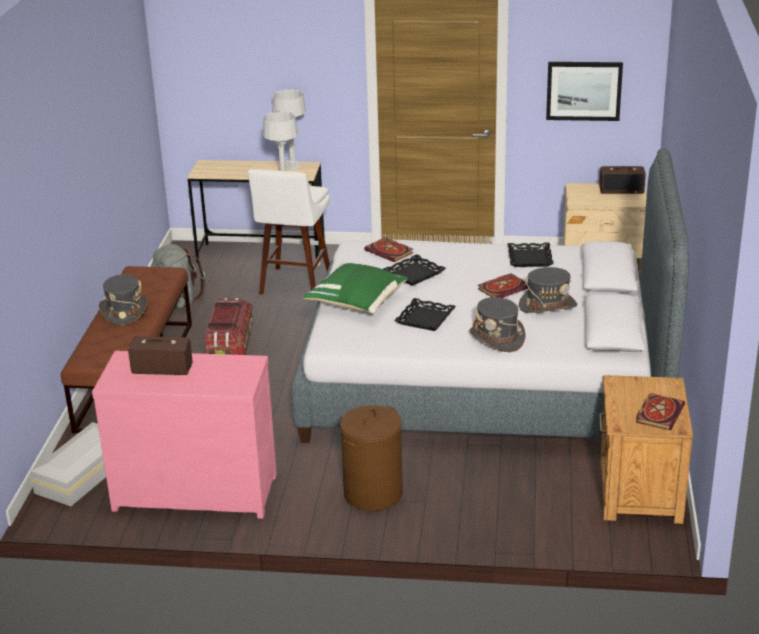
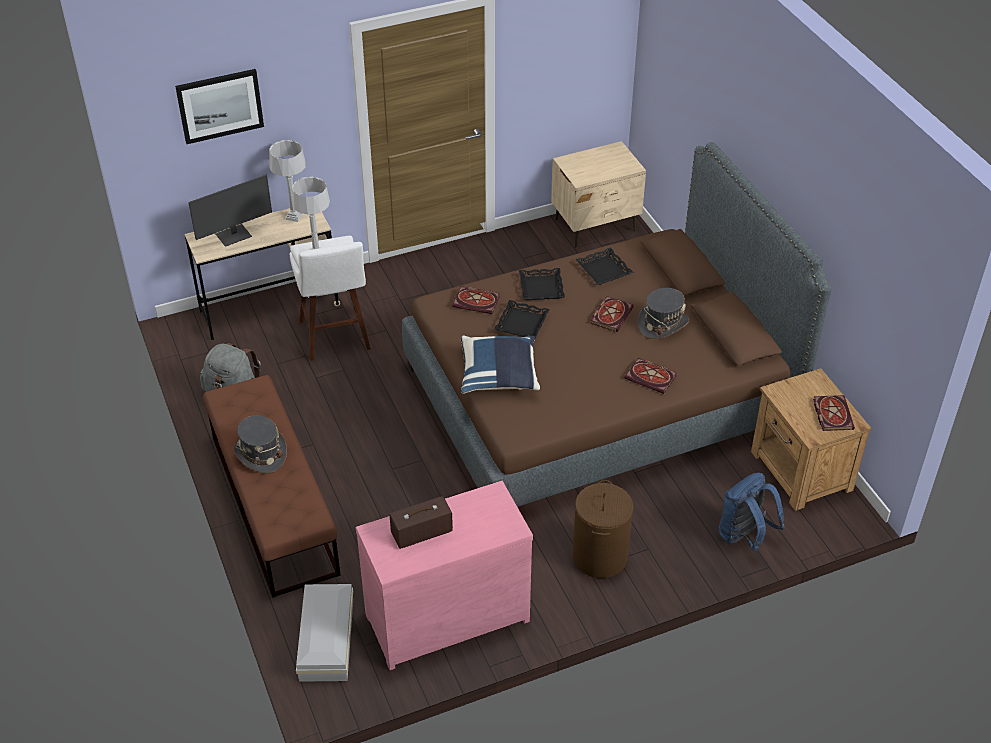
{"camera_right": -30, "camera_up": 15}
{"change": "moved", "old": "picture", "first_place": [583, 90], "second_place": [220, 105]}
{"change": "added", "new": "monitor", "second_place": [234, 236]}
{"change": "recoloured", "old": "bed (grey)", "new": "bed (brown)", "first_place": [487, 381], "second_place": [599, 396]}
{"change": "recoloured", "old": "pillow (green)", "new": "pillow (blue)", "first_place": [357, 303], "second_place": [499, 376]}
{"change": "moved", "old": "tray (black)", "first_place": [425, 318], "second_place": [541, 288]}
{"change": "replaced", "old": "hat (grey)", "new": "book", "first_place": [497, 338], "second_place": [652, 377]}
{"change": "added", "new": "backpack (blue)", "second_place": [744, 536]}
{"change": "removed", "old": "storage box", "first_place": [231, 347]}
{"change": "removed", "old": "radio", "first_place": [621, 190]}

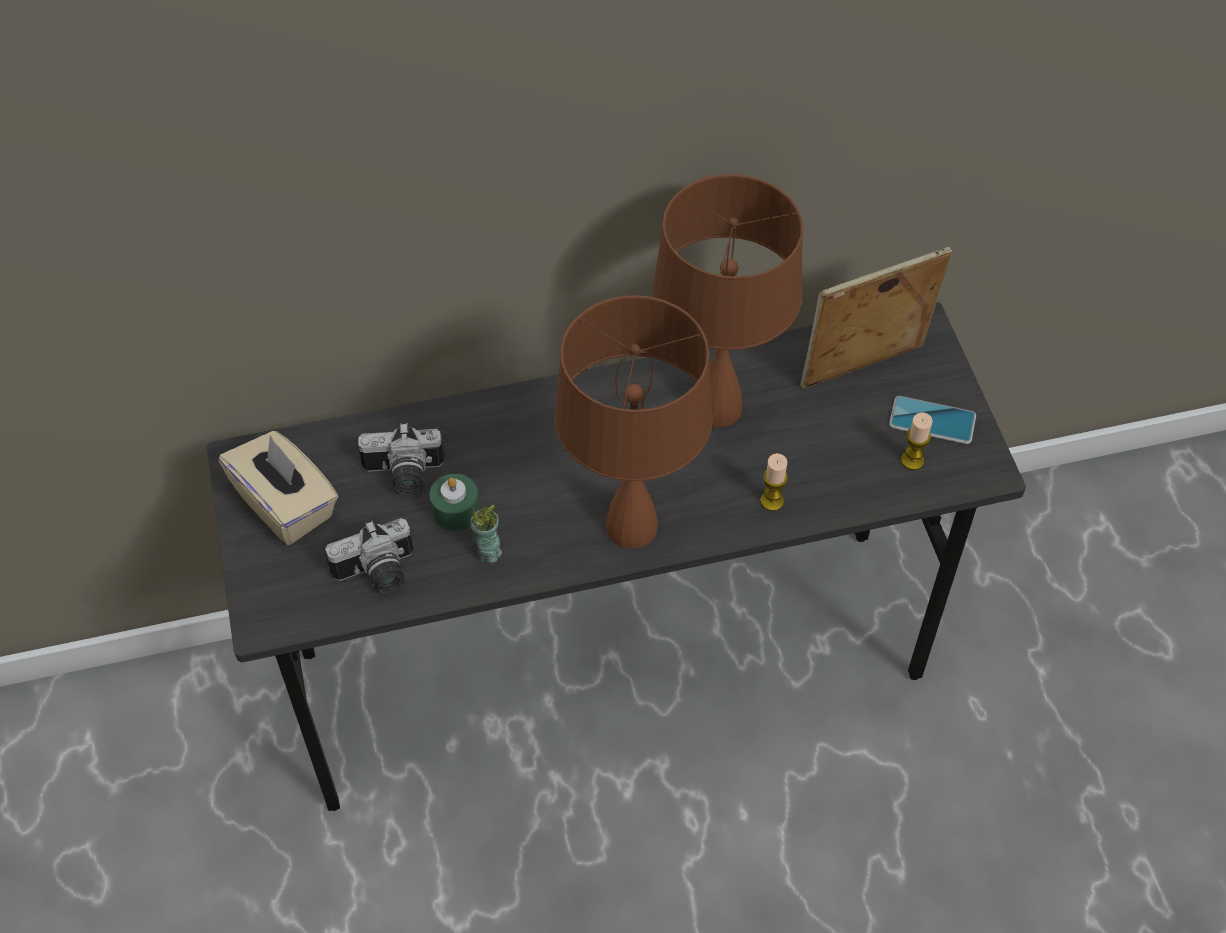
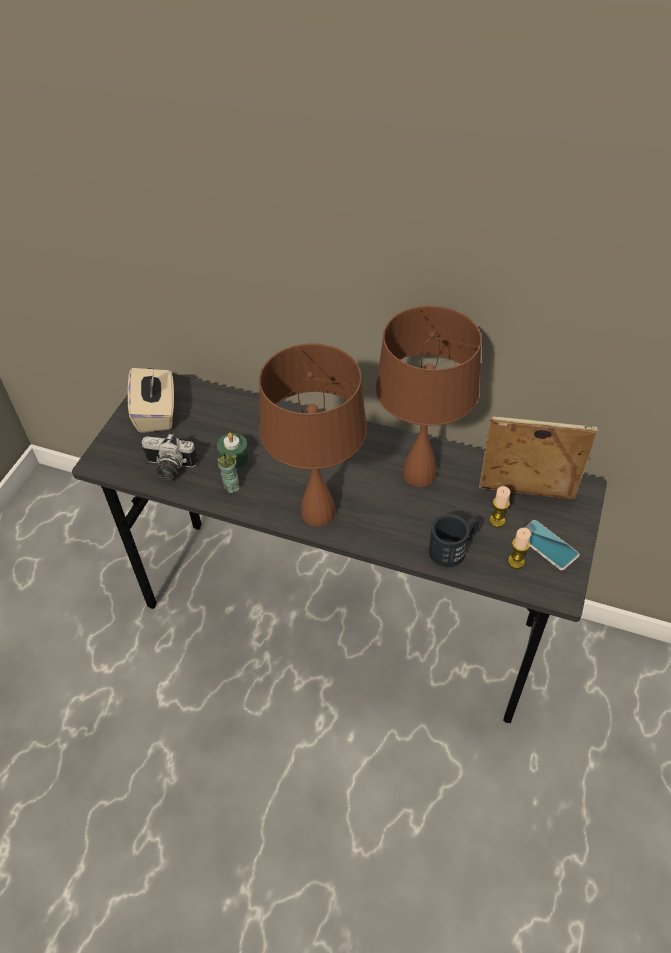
{"camera_right": 35, "camera_up": -5}
{"change": "added", "new": "mug (black)", "second_place": [454, 548]}
{"change": "moved", "old": "candle", "first_place": [772, 501], "second_place": [497, 520]}
{"change": "removed", "old": "photo camera", "first_place": [403, 475]}

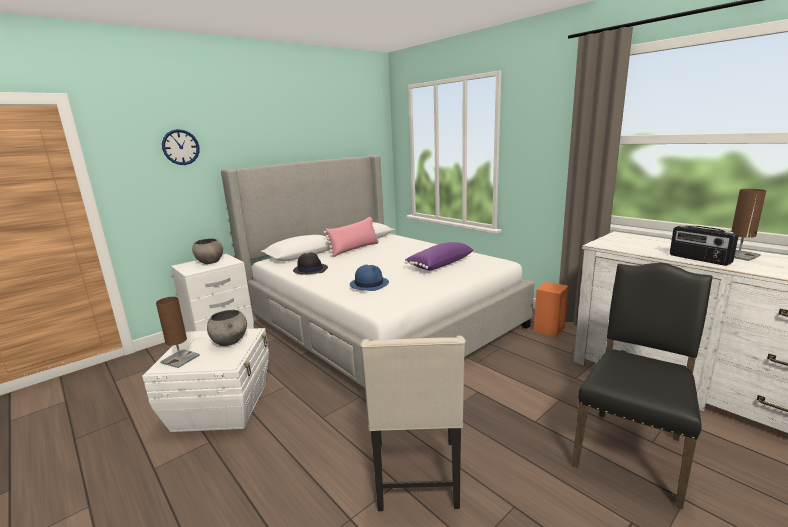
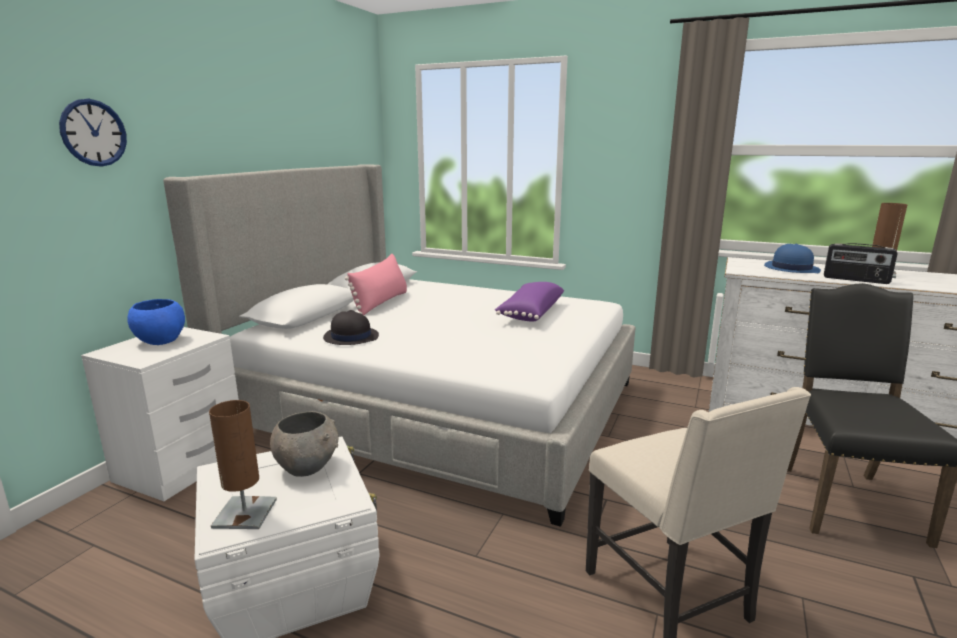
{"camera_right": -25, "camera_up": 0}
{"change": "recoloured", "old": "bowl (grey)", "new": "bowl (blue)", "first_place": [210, 262], "second_place": [160, 341]}
{"change": "moved", "old": "hat (blue)", "first_place": [369, 284], "second_place": [791, 268]}
{"change": "removed", "old": "speaker (orange)", "first_place": [549, 328]}

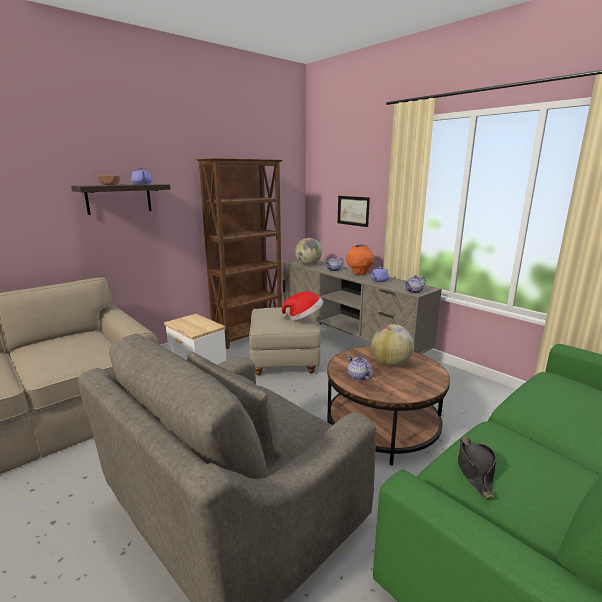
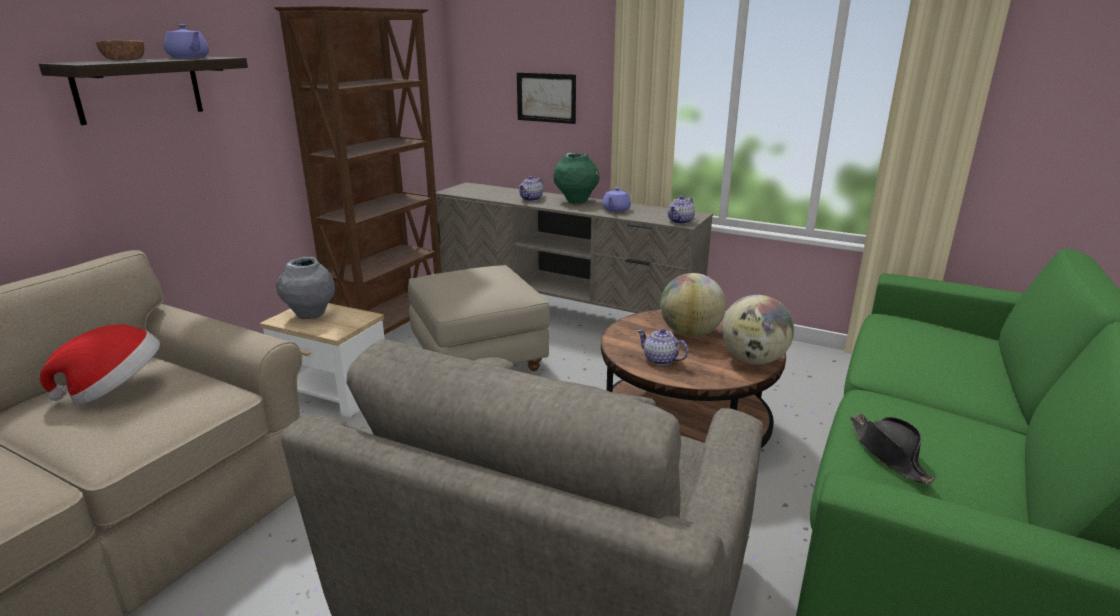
{"camera_right": -20, "camera_up": 5}
{"change": "moved", "old": "hat", "first_place": [304, 317], "second_place": [116, 390]}
{"change": "added", "new": "vase (grey)", "second_place": [311, 315]}
{"change": "recoloured", "old": "vase (orange)", "new": "vase (green)", "first_place": [359, 273], "second_place": [576, 201]}
{"change": "moved", "old": "globe", "first_place": [308, 264], "second_place": [753, 360]}

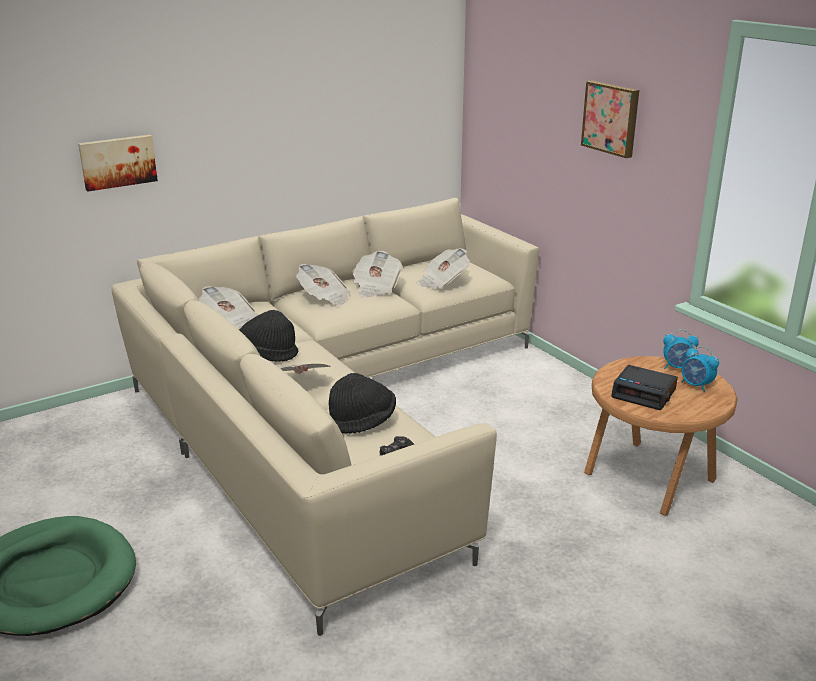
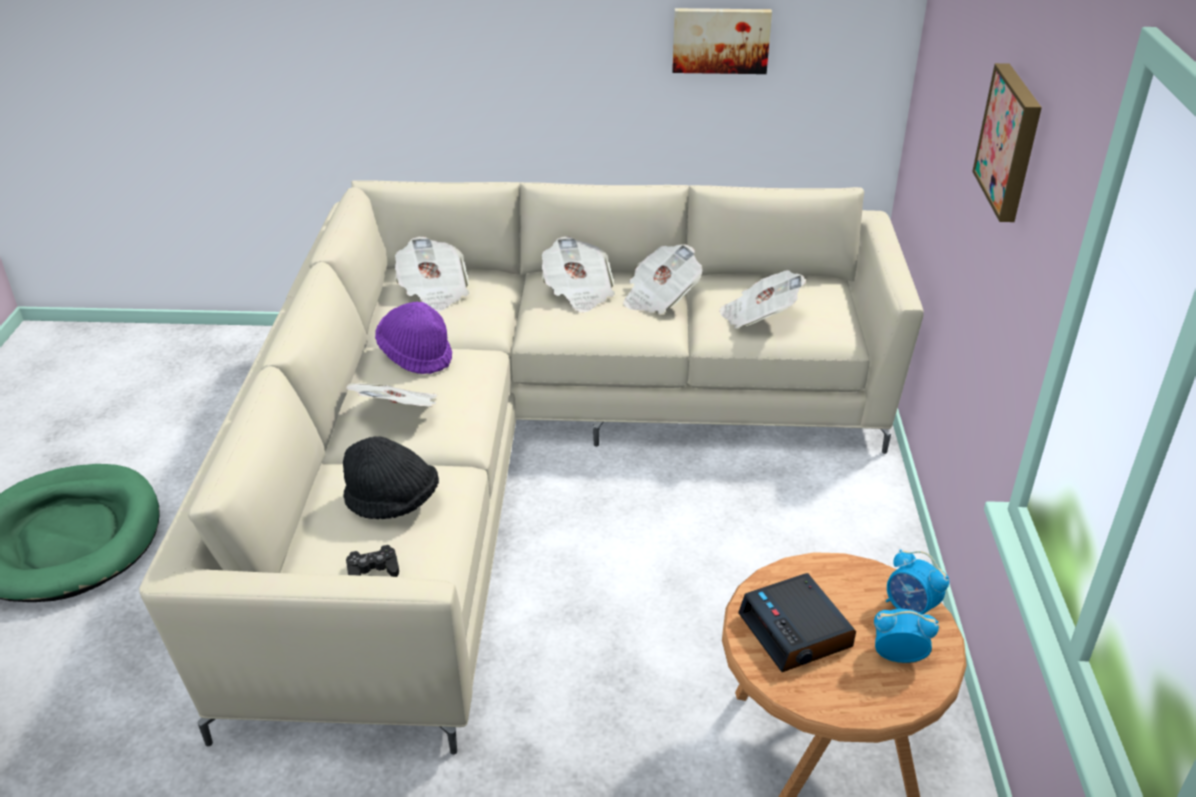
{"camera_right": 35, "camera_up": 10}
{"change": "recoloured", "old": "hat (black)", "new": "hat (purple)", "first_place": [267, 354], "second_place": [416, 355]}
{"change": "moved", "old": "picture", "first_place": [118, 162], "second_place": [720, 40]}
{"change": "turned", "old": "alarm clock", "first_place": [696, 385], "second_place": [897, 656], "degrees": 105}

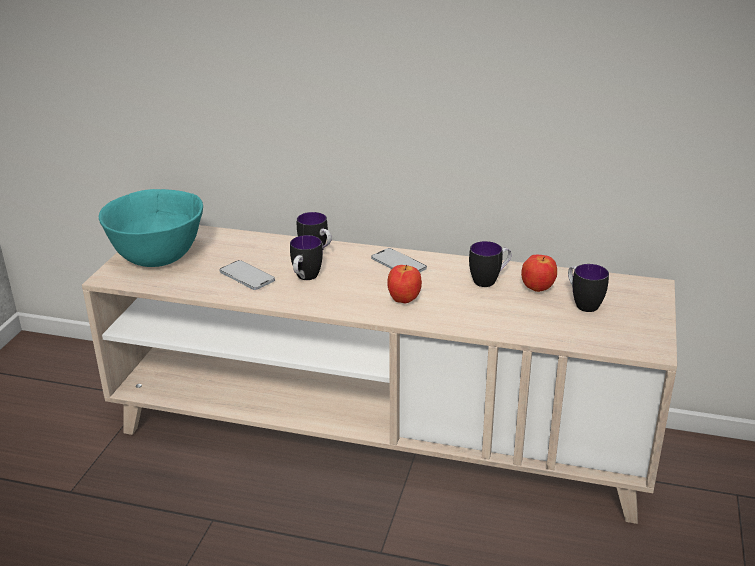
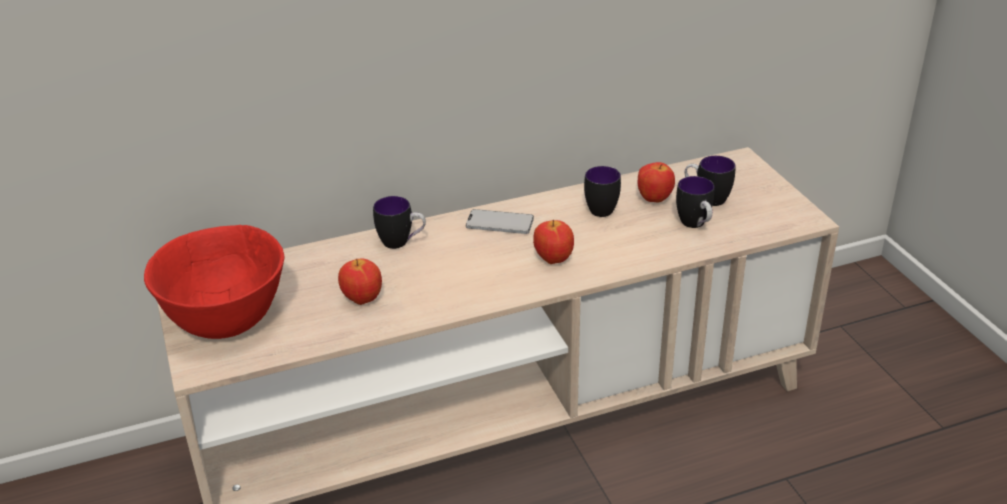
{"camera_right": -35, "camera_up": 5}
{"change": "recoloured", "old": "bowl (turquoise)", "new": "bowl (red)", "first_place": [158, 257], "second_place": [227, 319]}
{"change": "replaced", "old": "phone", "new": "apple", "first_place": [247, 276], "second_place": [362, 300]}
{"change": "moved", "old": "mug", "first_place": [305, 278], "second_place": [695, 225]}

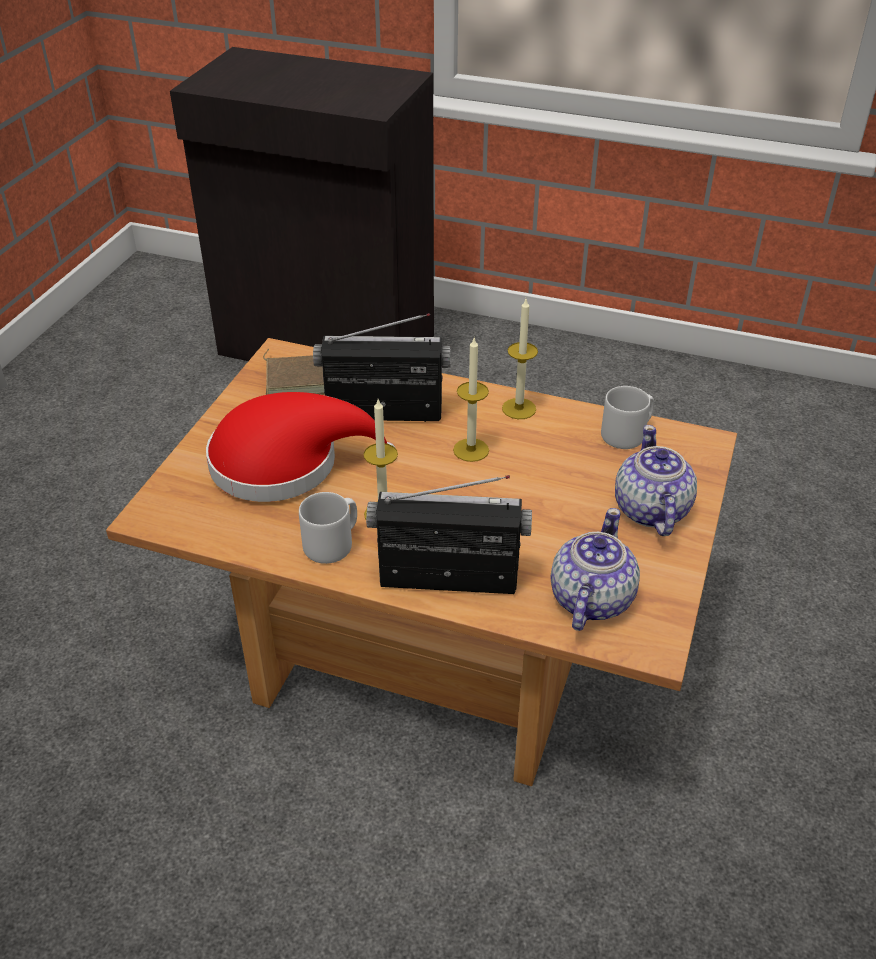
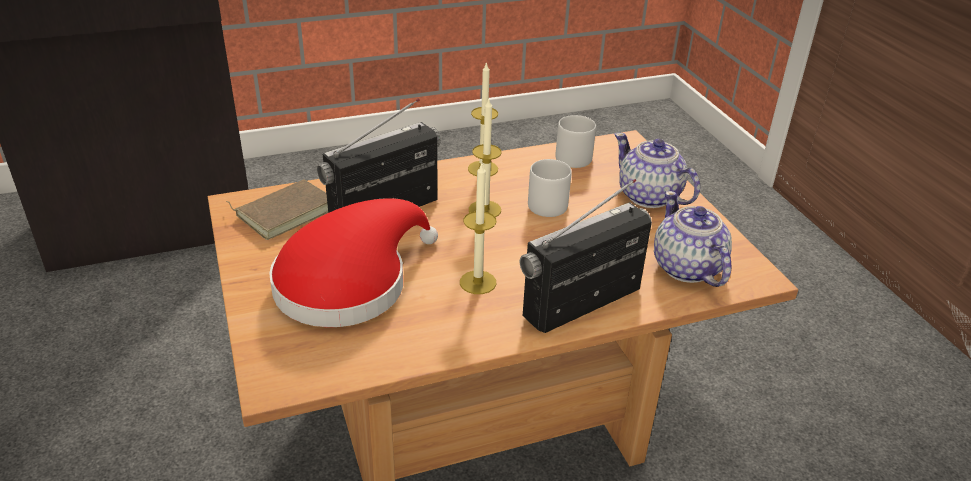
{"camera_right": -40, "camera_up": -5}
{"change": "moved", "old": "mug (grey)", "first_place": [333, 544], "second_place": [548, 203]}

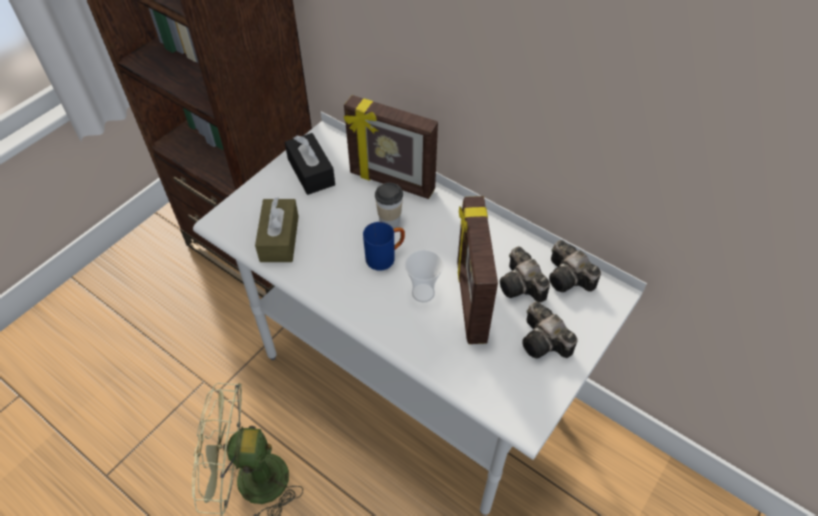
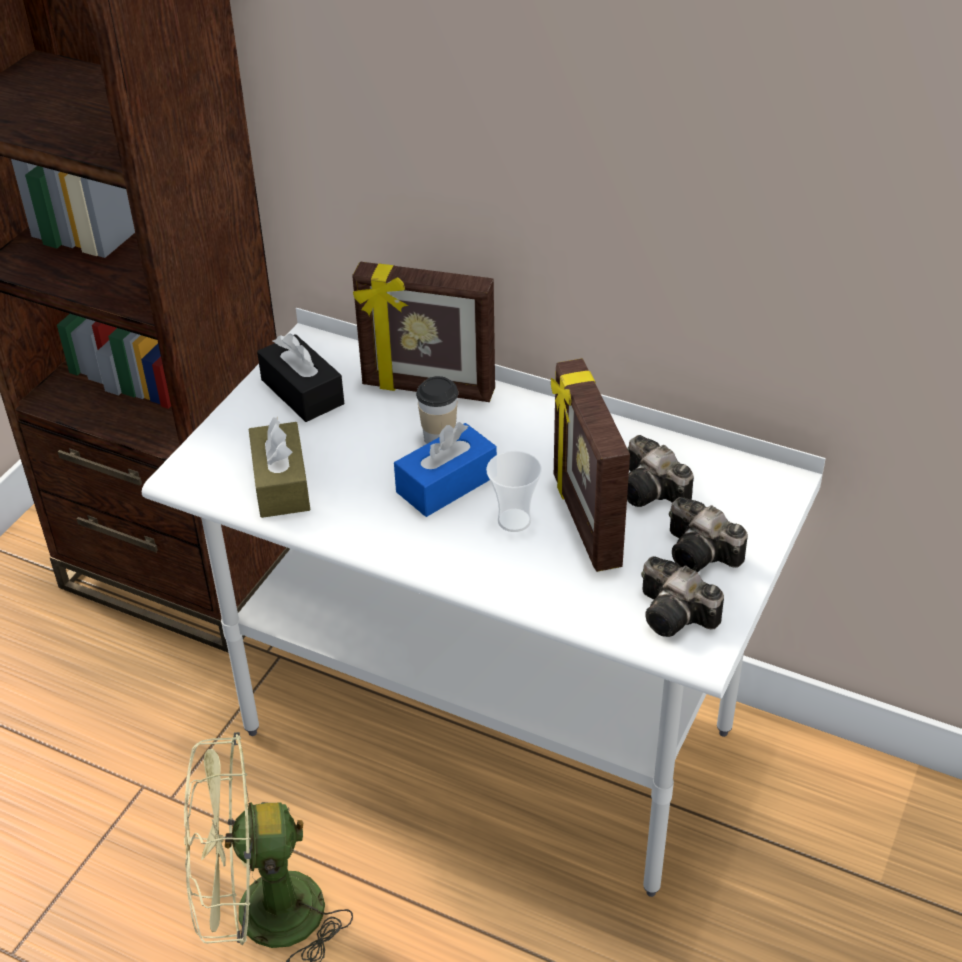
{"camera_right": -10, "camera_up": -10}
{"change": "replaced", "old": "mug (blue)", "new": "tissue box (blue)", "first_place": [385, 257], "second_place": [446, 484]}
{"change": "moved", "old": "photo camera", "first_place": [569, 279], "second_place": [678, 616]}

